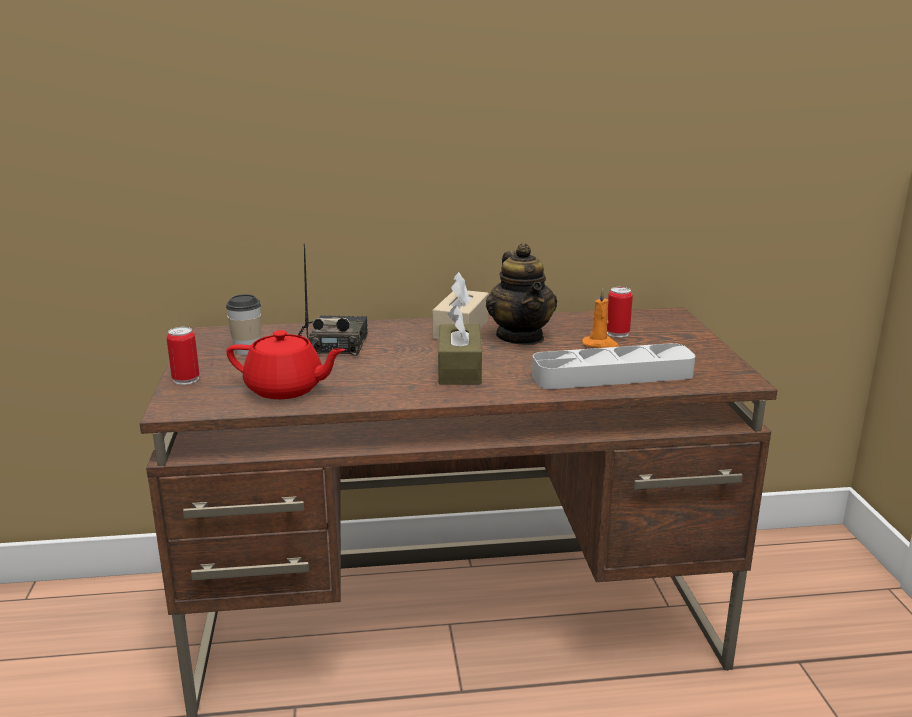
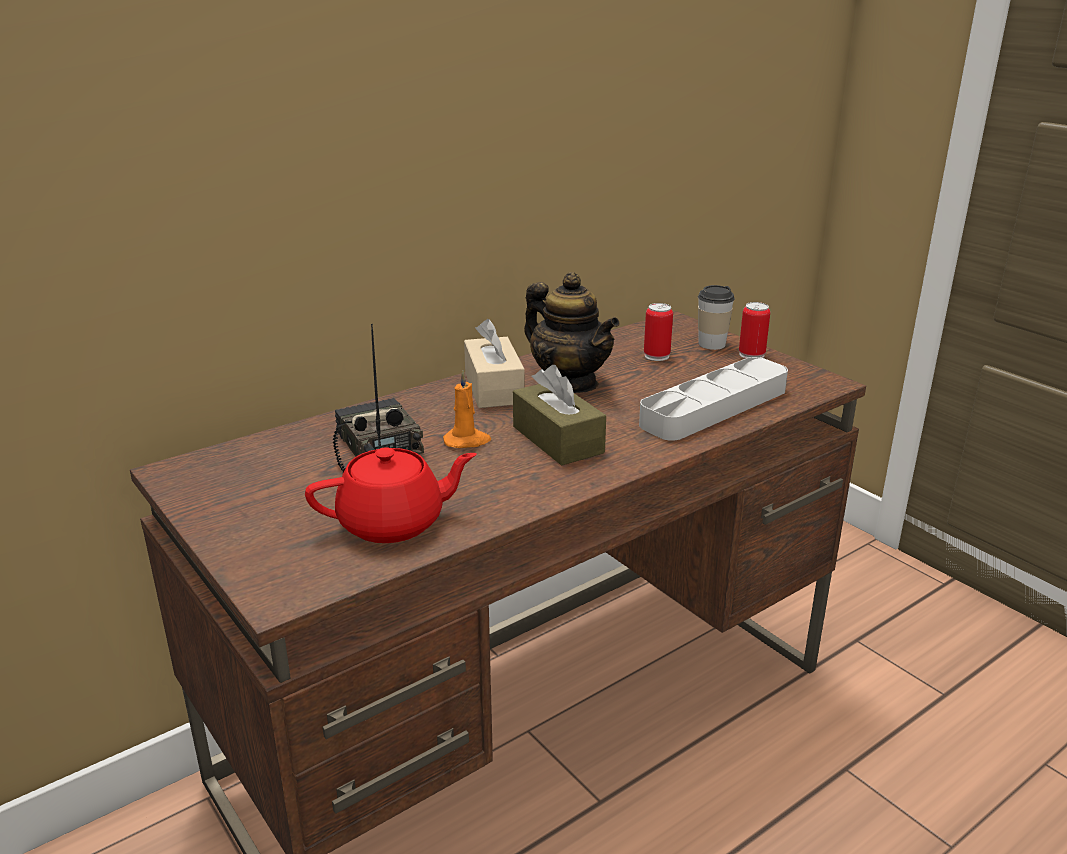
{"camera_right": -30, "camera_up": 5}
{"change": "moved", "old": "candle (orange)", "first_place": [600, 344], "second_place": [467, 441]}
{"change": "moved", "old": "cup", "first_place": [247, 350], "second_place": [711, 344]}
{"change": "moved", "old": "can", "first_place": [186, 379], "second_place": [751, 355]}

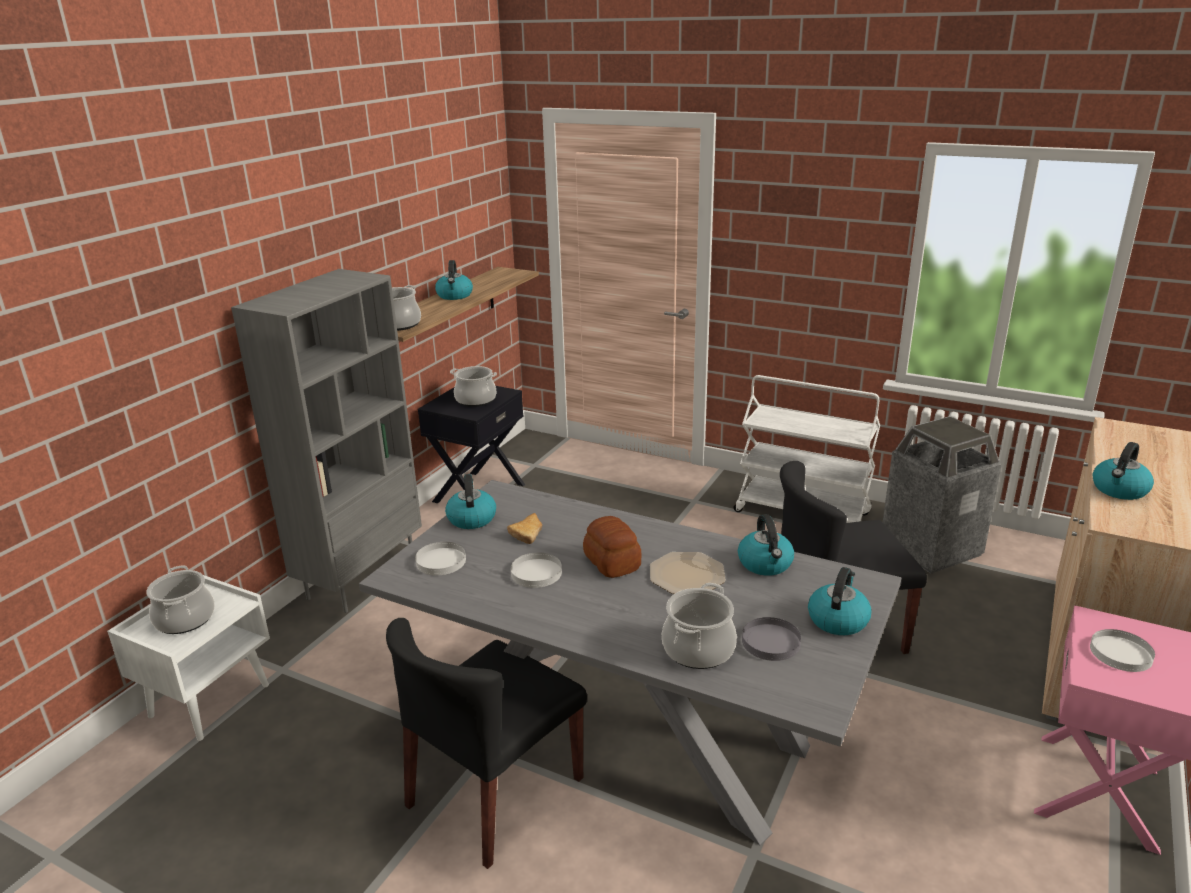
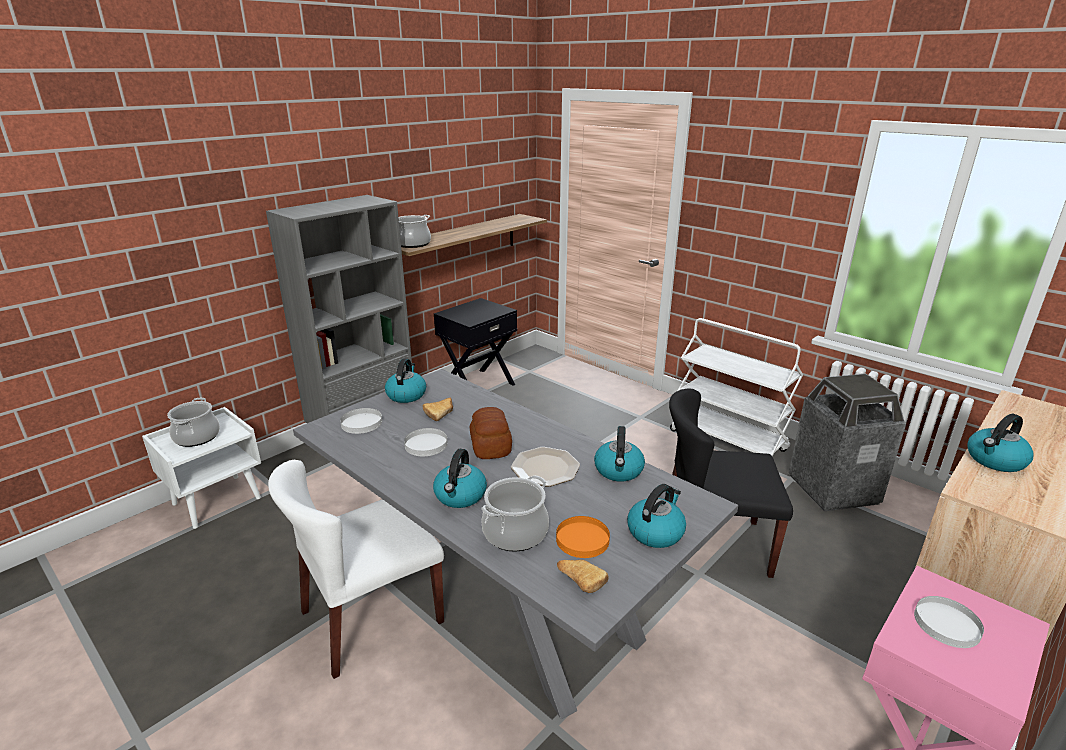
{"camera_right": 15, "camera_up": 0}
{"change": "recoloured", "old": "chair (black)", "new": "chair (white)", "first_place": [494, 793], "second_place": [371, 617]}
{"change": "moved", "old": "kettle", "first_place": [455, 296], "second_place": [460, 496]}
{"change": "recoloured", "old": "plate (grey)", "new": "plate (orange)", "first_place": [770, 642], "second_place": [582, 539]}
{"change": "added", "new": "bread", "second_place": [580, 580]}
{"change": "removed", "old": "cooking pot", "first_place": [476, 399]}

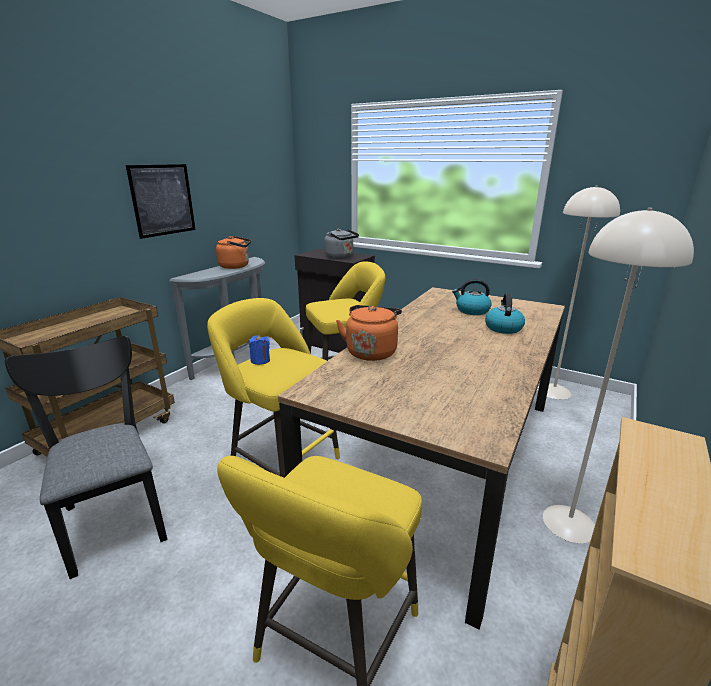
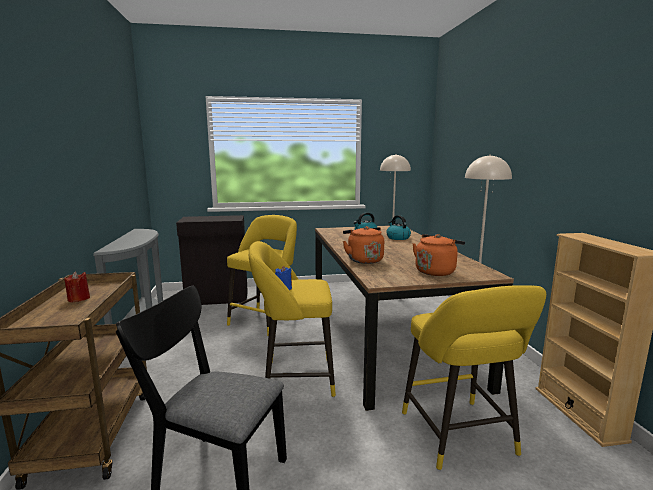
{"camera_right": -40, "camera_up": -10}
{"change": "added", "new": "candle (red)", "second_place": [79, 299]}
{"change": "moved", "old": "kettle (orange)", "first_place": [236, 266], "second_place": [436, 271]}
{"change": "removed", "old": "picture", "first_place": [163, 200]}
{"change": "removed", "old": "kettle (grey)", "first_place": [341, 257]}

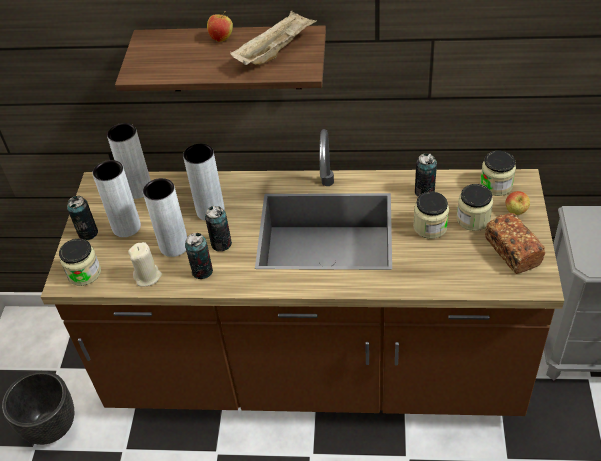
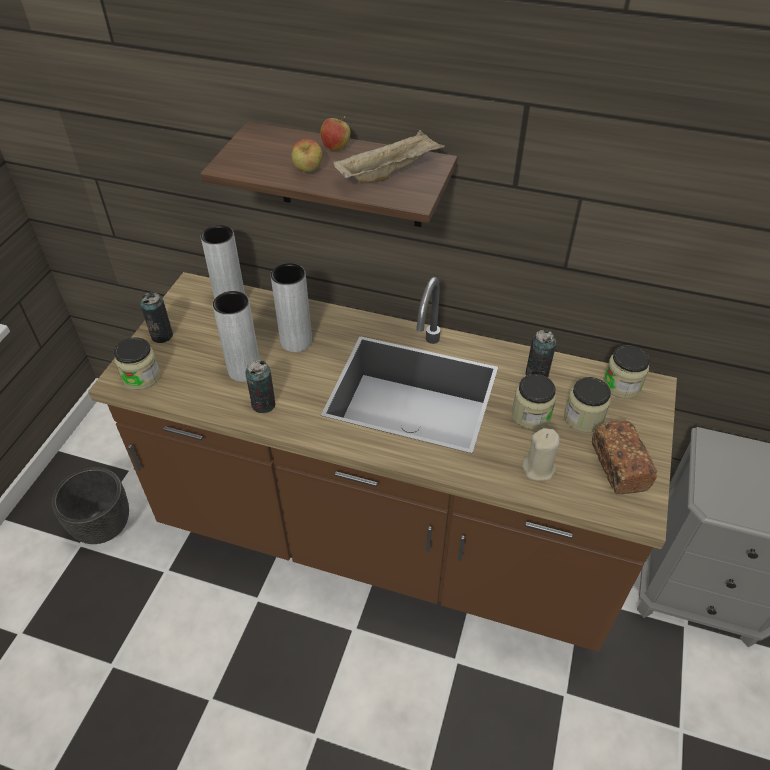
{"camera_right": 10, "camera_up": 0}
{"change": "moved", "old": "apple", "first_place": [516, 212], "second_place": [308, 171]}
{"change": "moved", "old": "candle (beige)", "first_place": [148, 276], "second_place": [539, 468]}
{"change": "removed", "old": "vase (grey)", "first_place": [126, 227]}
{"change": "removed", "old": "can", "first_place": [221, 244]}

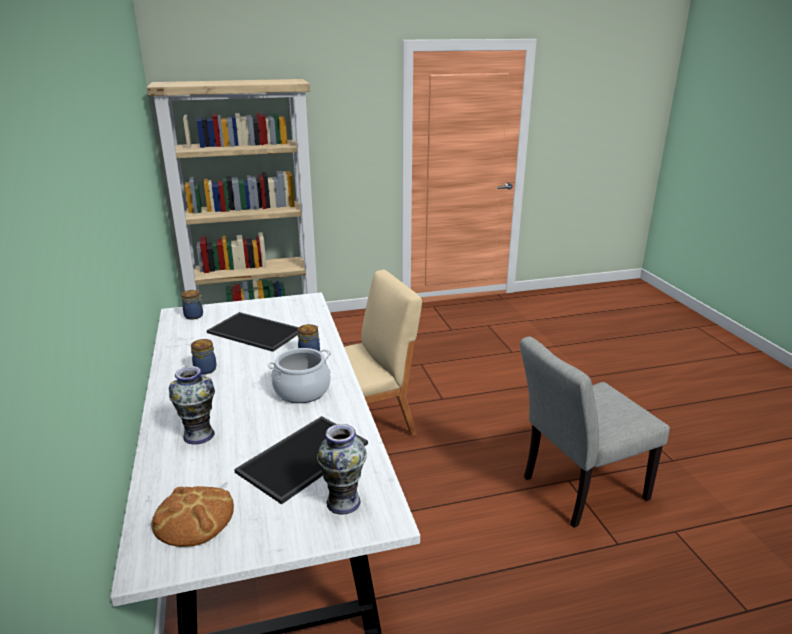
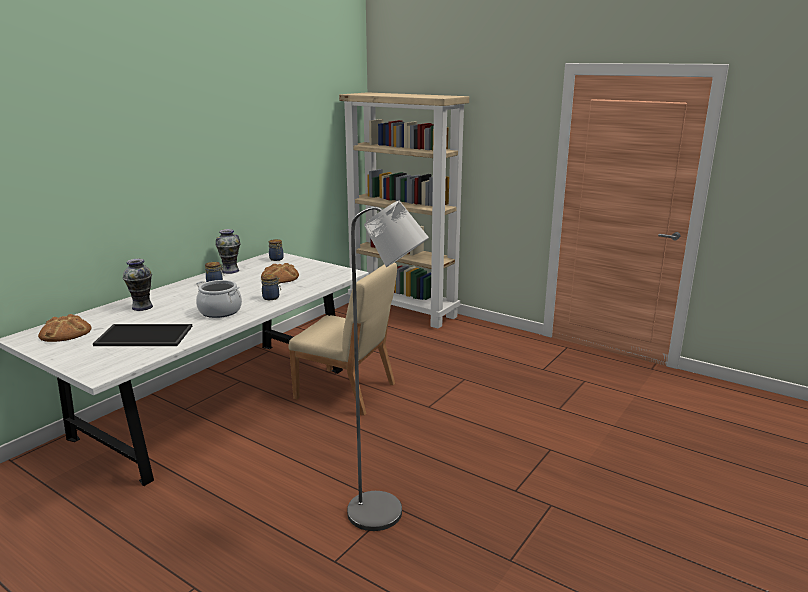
{"camera_right": 50, "camera_up": -5}
{"change": "moved", "old": "vase", "first_place": [343, 501], "second_place": [230, 271]}
{"change": "replaced", "old": "tray", "new": "bread", "first_place": [257, 331], "second_place": [280, 277]}
{"change": "replaced", "old": "chair (grey)", "new": "floor lamp (grey)", "first_place": [576, 490], "second_place": [384, 515]}

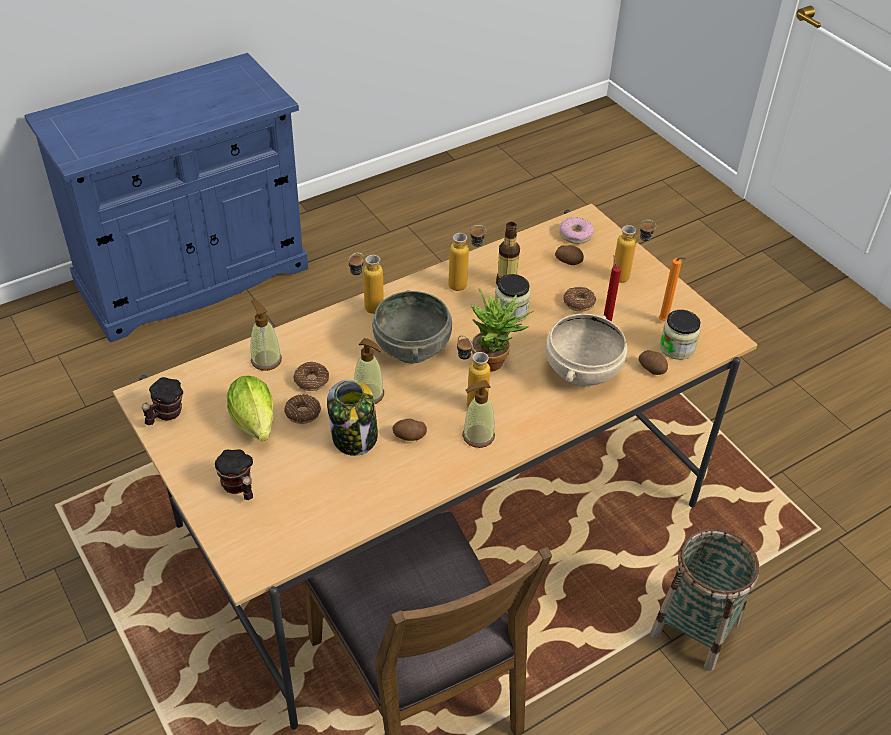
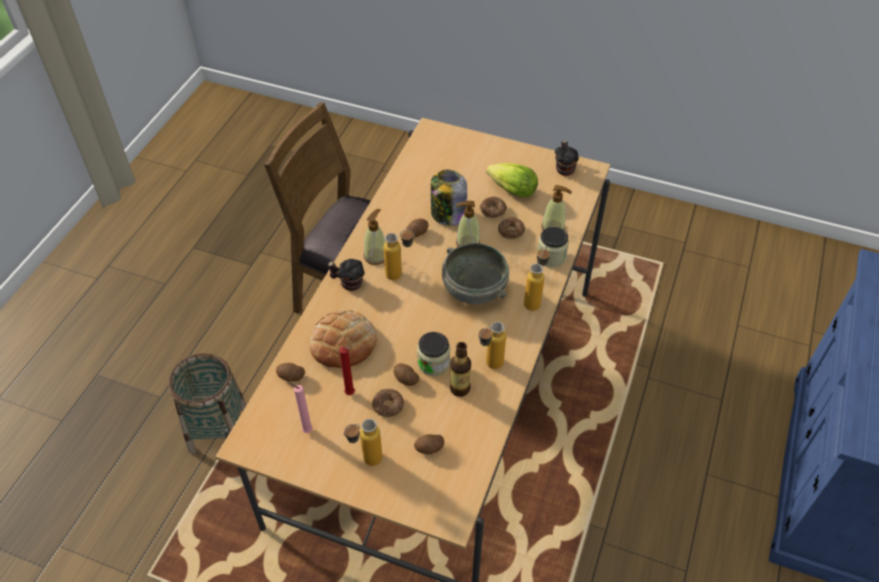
{"camera_right": 145, "camera_up": 5}
{"change": "recoloured", "old": "candle (orange)", "new": "candle (pink)", "first_place": [664, 322], "second_place": [306, 430]}
{"change": "replaced", "old": "bowl (beige)", "new": "bread", "first_place": [581, 370], "second_place": [343, 343]}
{"change": "moved", "old": "mug", "first_place": [239, 488], "second_place": [348, 283]}
{"change": "added", "new": "potato", "second_place": [405, 379]}
{"change": "moved", "old": "jar", "first_place": [677, 348], "second_place": [551, 257]}
{"change": "removed", "old": "potted plant", "first_place": [495, 362]}
{"change": "removed", "old": "donut", "first_place": [575, 235]}

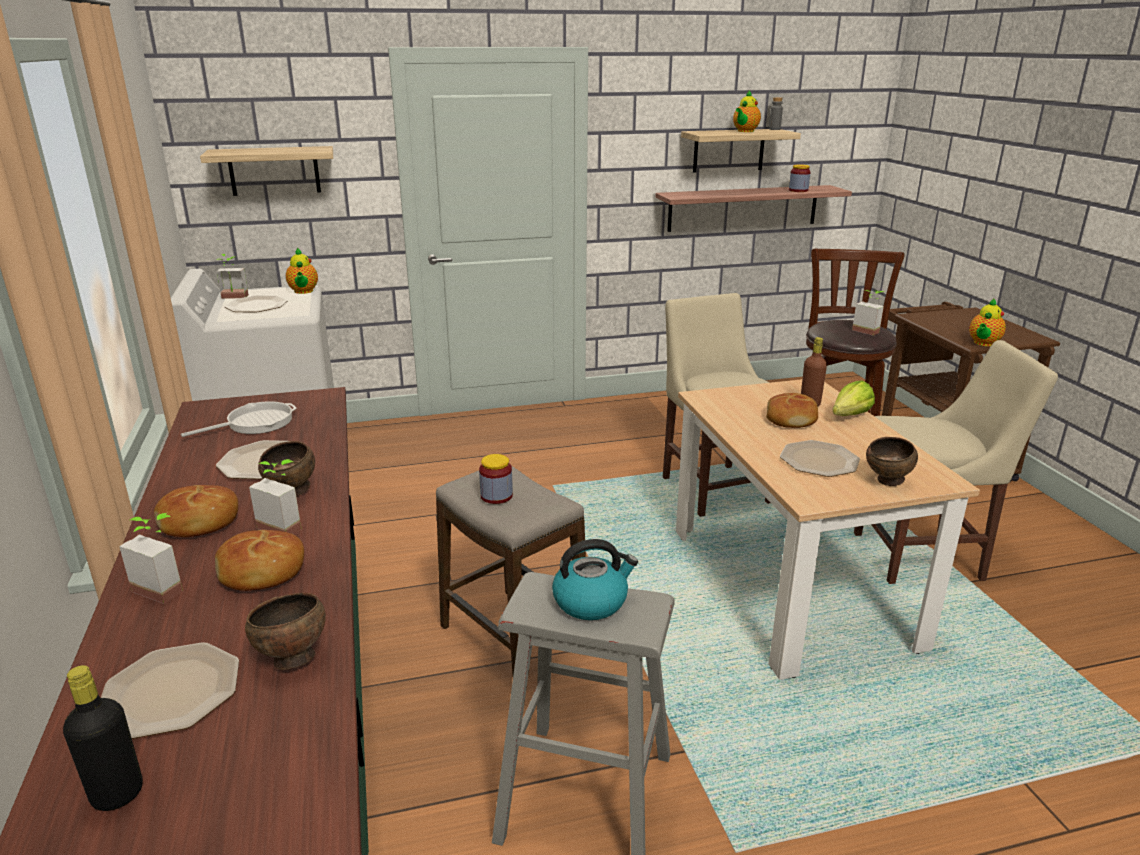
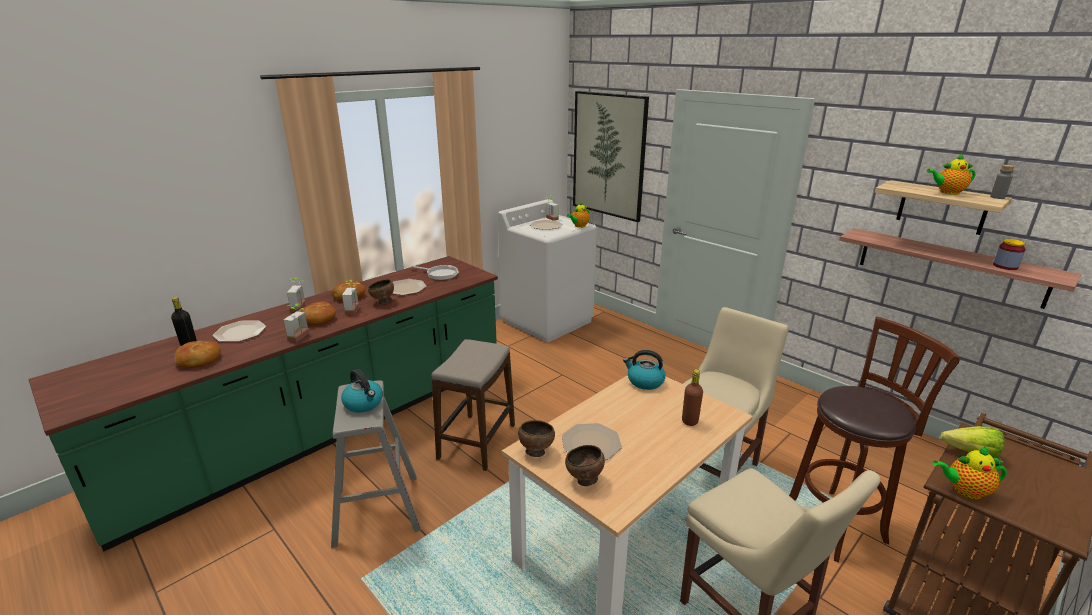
{"camera_right": 60, "camera_up": 0}
{"change": "moved", "old": "bread", "first_place": [791, 419], "second_place": [199, 360]}
{"change": "moved", "old": "potted plant", "first_place": [868, 330], "second_place": [302, 337]}
{"change": "moved", "old": "bowl (brown)", "first_place": [291, 659], "second_place": [535, 452]}
{"change": "replaced", "old": "shelf", "new": "picture", "first_place": [274, 171], "second_place": [608, 155]}
{"change": "added", "new": "kettle", "second_place": [644, 381]}
{"change": "moved", "old": "lettuce", "first_place": [846, 417], "second_place": [965, 452]}
{"change": "removed", "old": "jar", "first_place": [496, 496]}

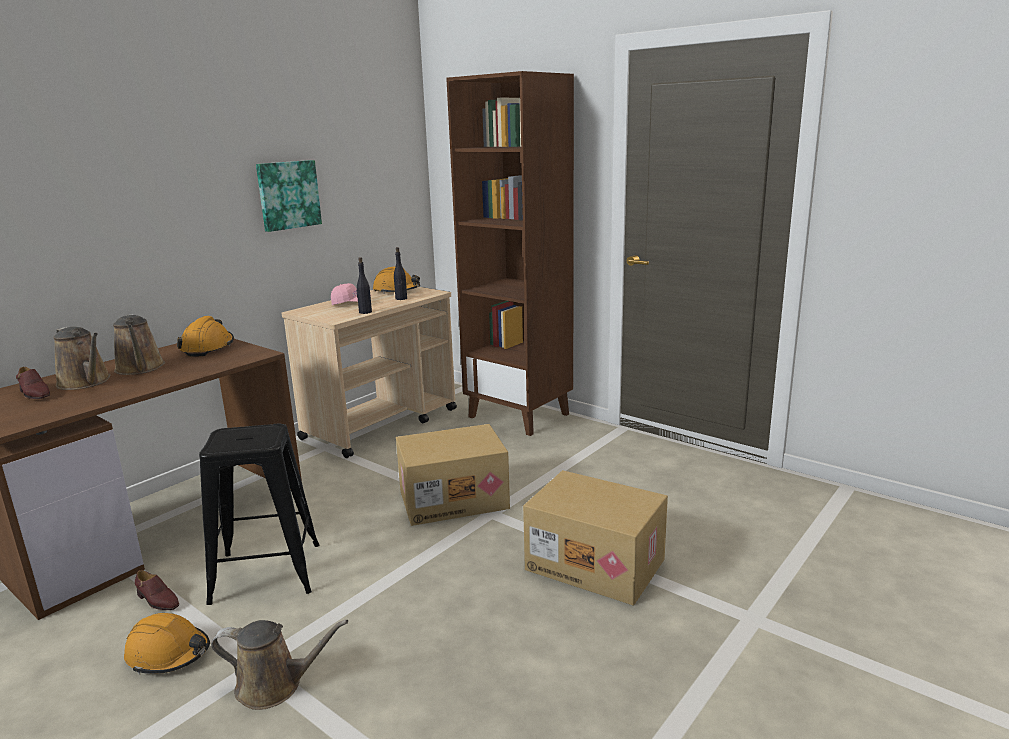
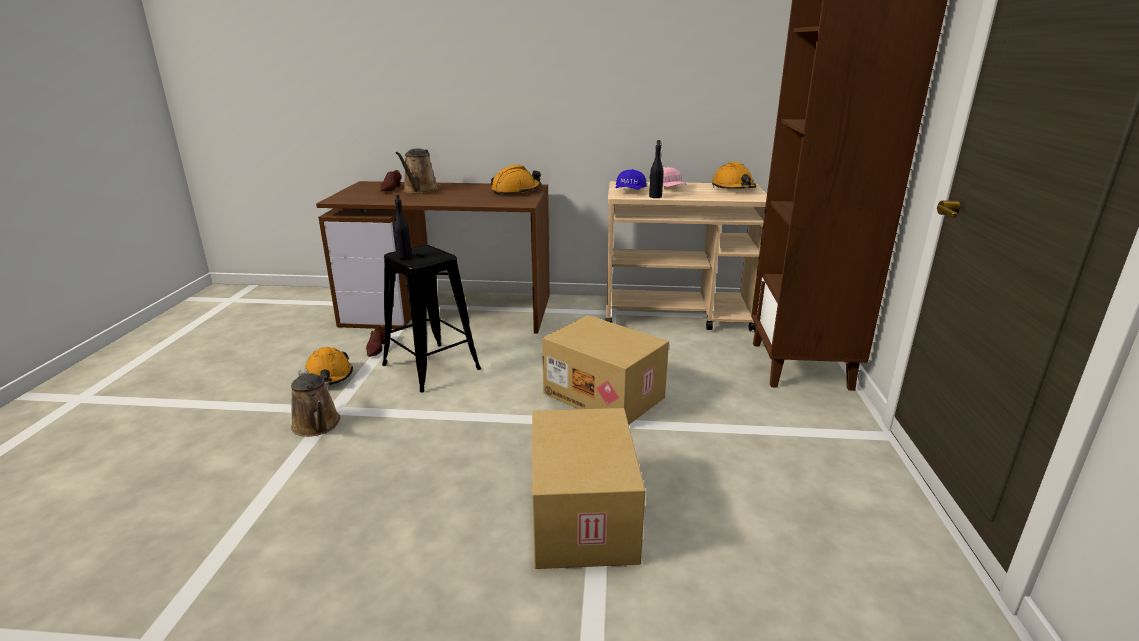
{"camera_right": 55, "camera_up": 5}
{"change": "moved", "old": "bottle (black)", "first_place": [401, 298], "second_place": [404, 257]}
{"change": "added", "new": "cap (blue)", "second_place": [630, 191]}
{"change": "removed", "old": "watering can (brown)", "first_place": [140, 368]}
{"change": "removed", "old": "picture", "first_place": [288, 195]}

